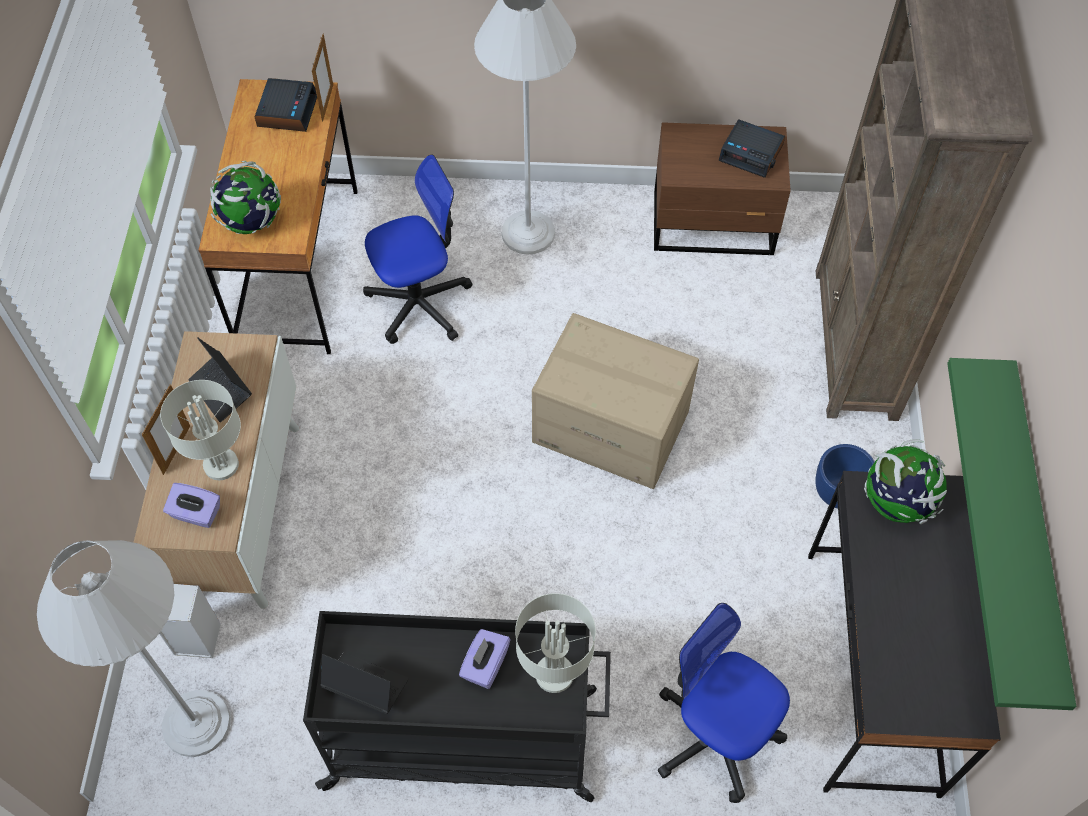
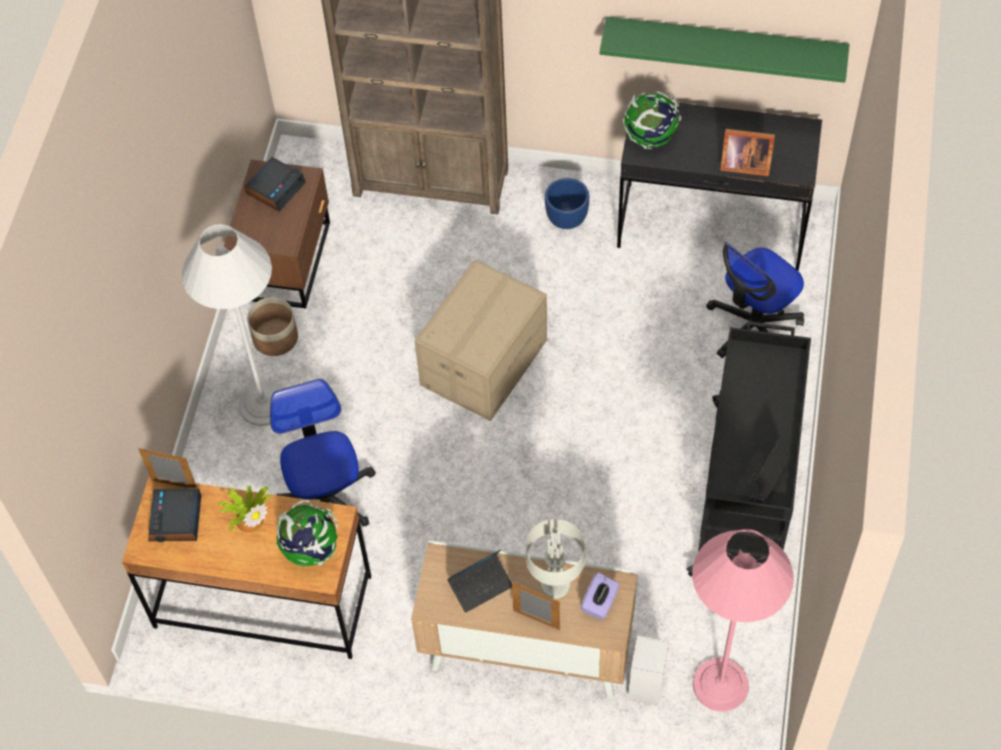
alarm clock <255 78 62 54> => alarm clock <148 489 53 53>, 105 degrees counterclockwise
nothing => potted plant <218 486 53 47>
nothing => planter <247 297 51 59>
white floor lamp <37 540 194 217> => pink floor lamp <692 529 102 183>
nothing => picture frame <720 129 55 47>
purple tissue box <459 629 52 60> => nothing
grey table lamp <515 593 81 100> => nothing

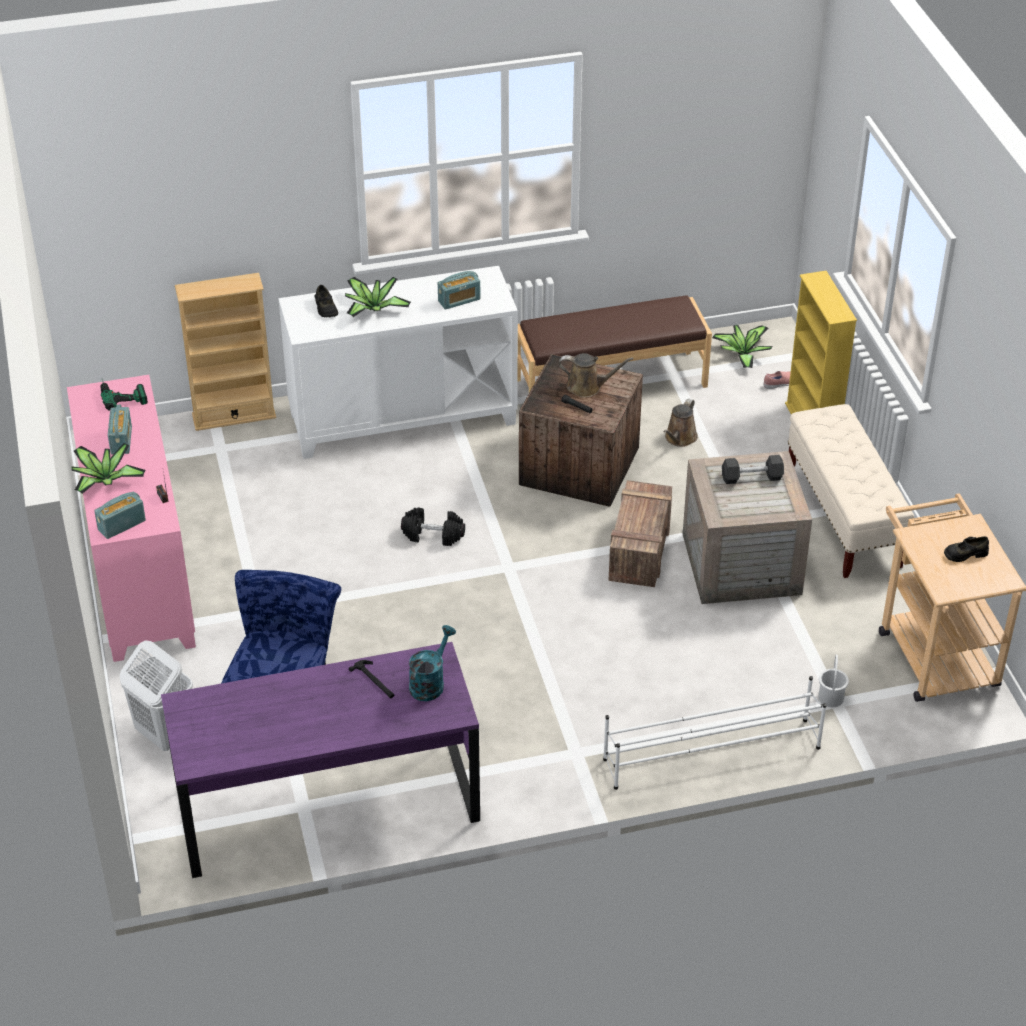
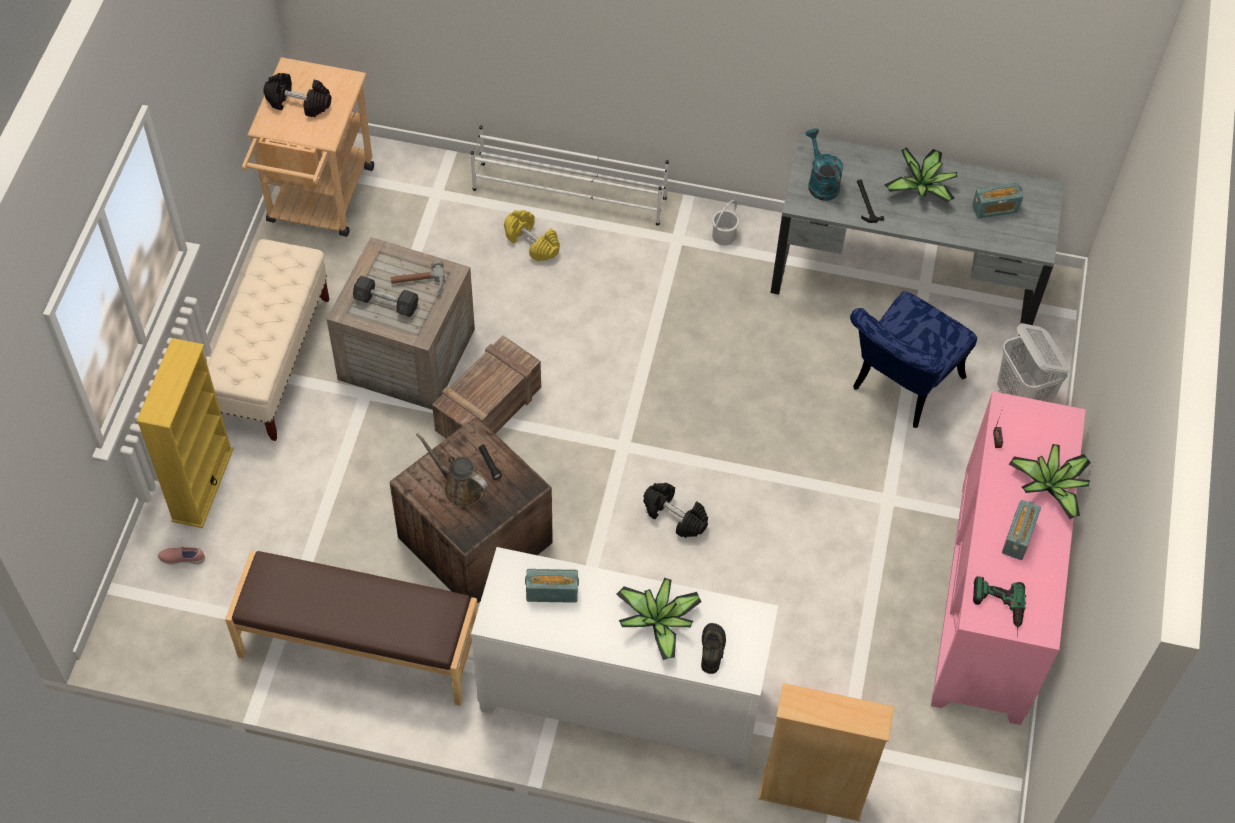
black shoe <944 536 45 26> => black dumbbell <263 73 68 44>
nothing => hammer <391 260 54 37>
nothing => yellow dumbbell <504 210 56 52>
white bucket <818 655 31 52> => white bucket <712 200 27 45>, shifted
purple desk <161 642 319 236> => grey desk <771 133 294 203>
turquoise watering can <409 625 47 76> => turquoise watering can <806 128 37 73>, 105 degrees clockwise
potted plant <712 325 61 43> => potted plant <884 147 73 56>, shifted
radio <94 492 52 47> => radio <972 183 52 36>, shifted
brown watering can <663 399 35 48> => nothing

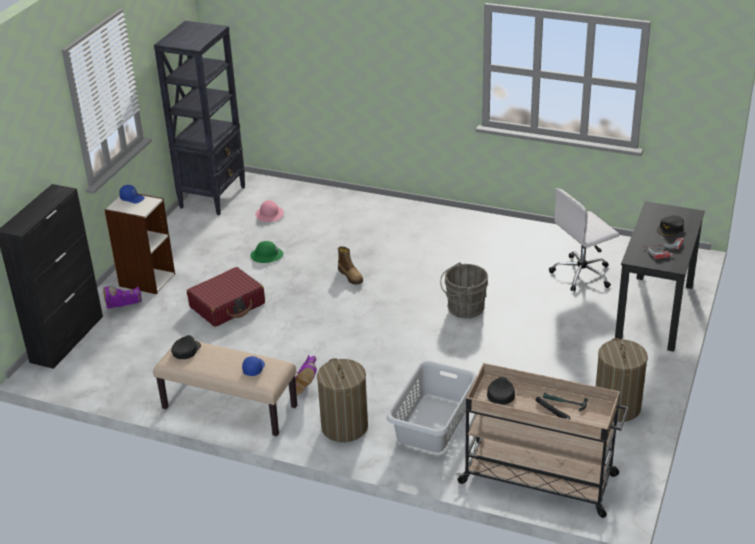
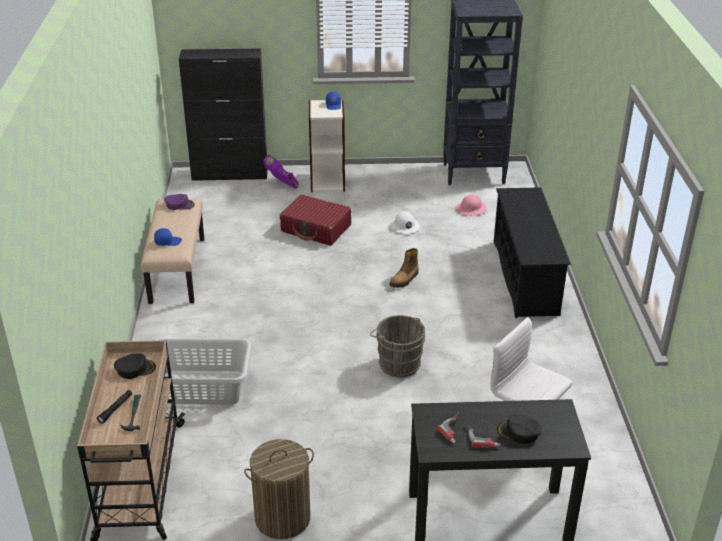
black cap <171 335 30 24> => purple cap <164 194 31 16>
green hard hat <250 241 34 22> => white hard hat <389 211 31 23>
nothing => black shoe rack <493 187 78 131>
purple boot <295 355 22 40> => nothing
laundry basket <317 358 51 84> => nothing

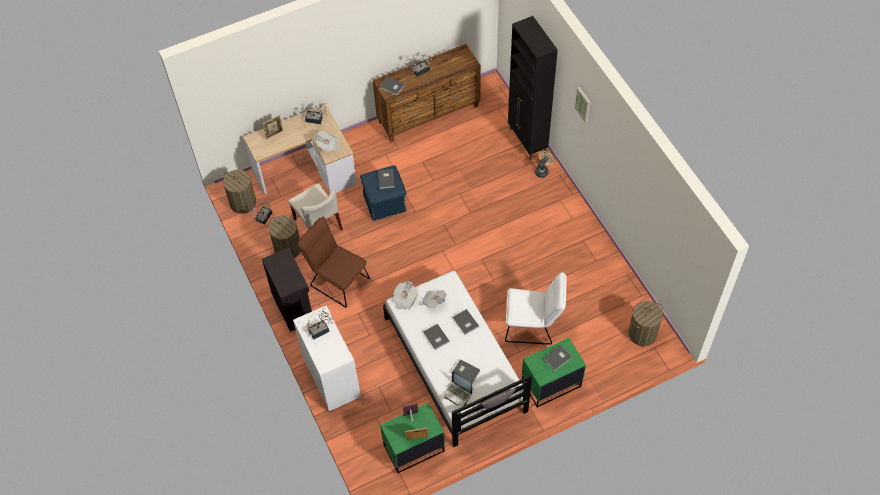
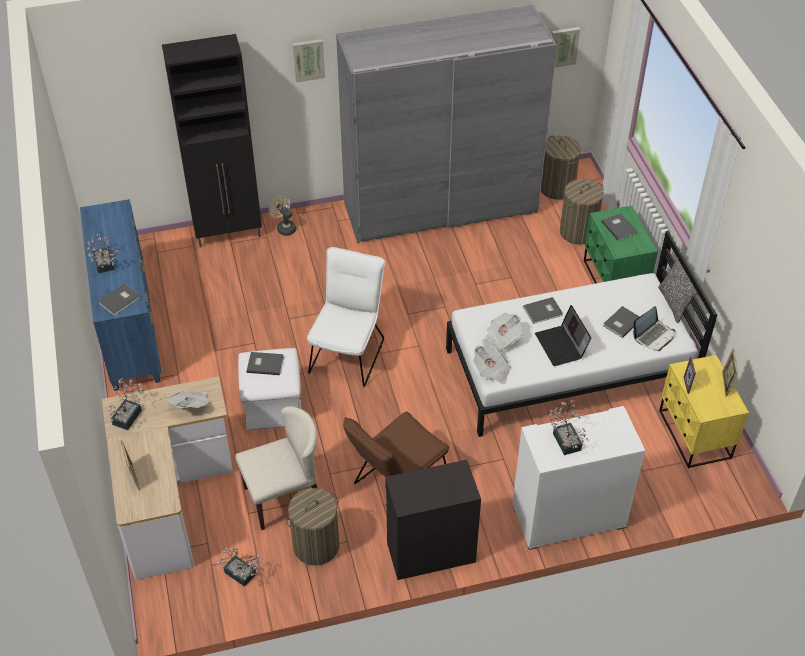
brown dresser <373 44 108 97> => blue dresser <80 199 82 192>
blue ottoman <360 165 47 56> => white ottoman <238 348 64 82>
white chair <505 272 62 73> => white chair <307 247 78 140>, shifted
nothing => grey wardrobe <336 5 221 239>
grey book <423 324 27 26> => laptop <535 305 56 61>
nothing => picture <551 27 29 41>
laundry basket <223 170 33 44> => laundry basket <560 179 44 66>, shifted
green nightstand <380 402 65 71> => yellow nightstand <659 355 90 114>

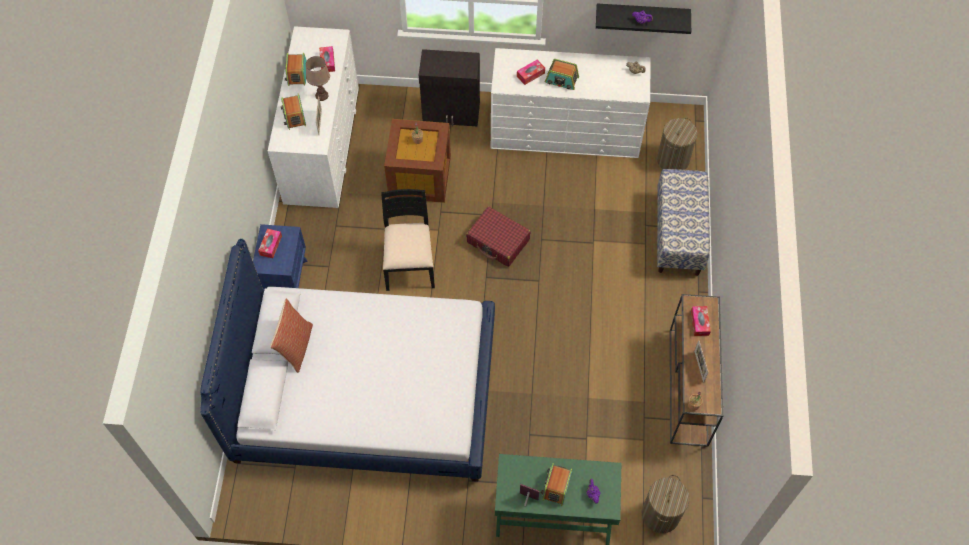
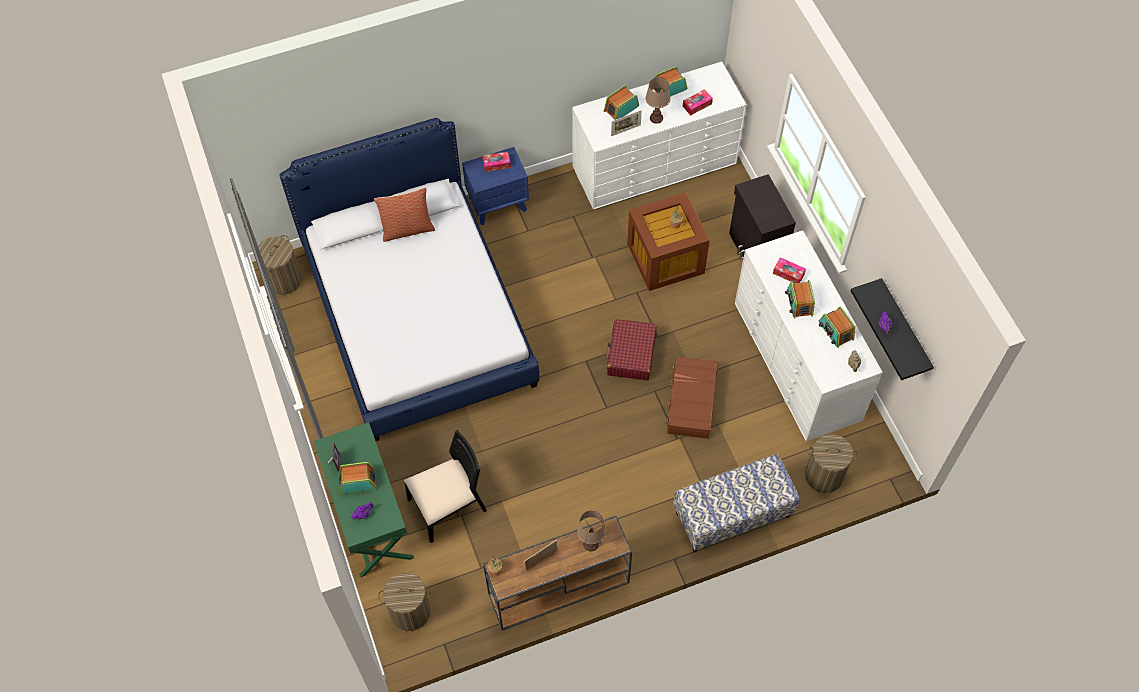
nothing => laundry basket <258 235 44 60>
black chair <381 189 54 102> => black chair <404 430 83 113>, shifted
tissue box <691 306 20 30> => brown table lamp <577 511 29 40>
nothing => brown suitcase <664 356 54 83>
nothing => radio <819 306 36 42>

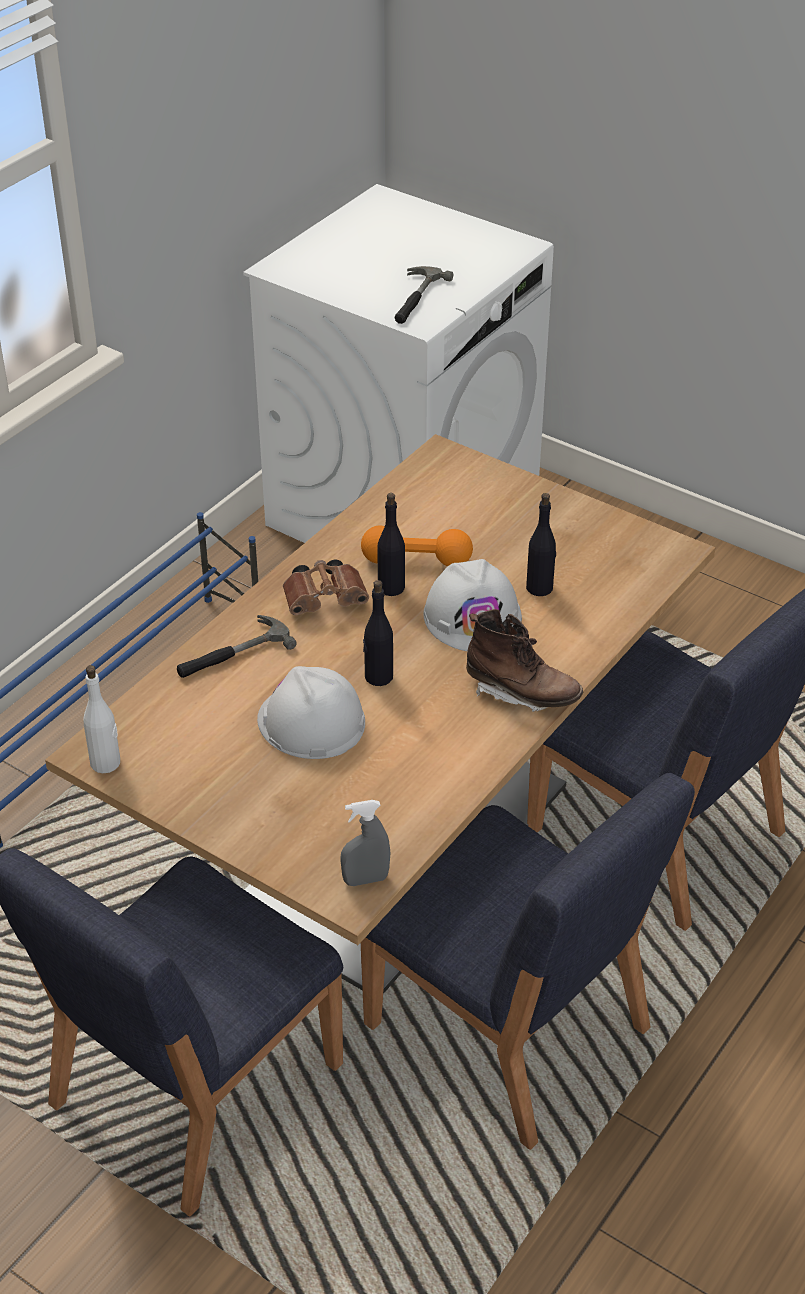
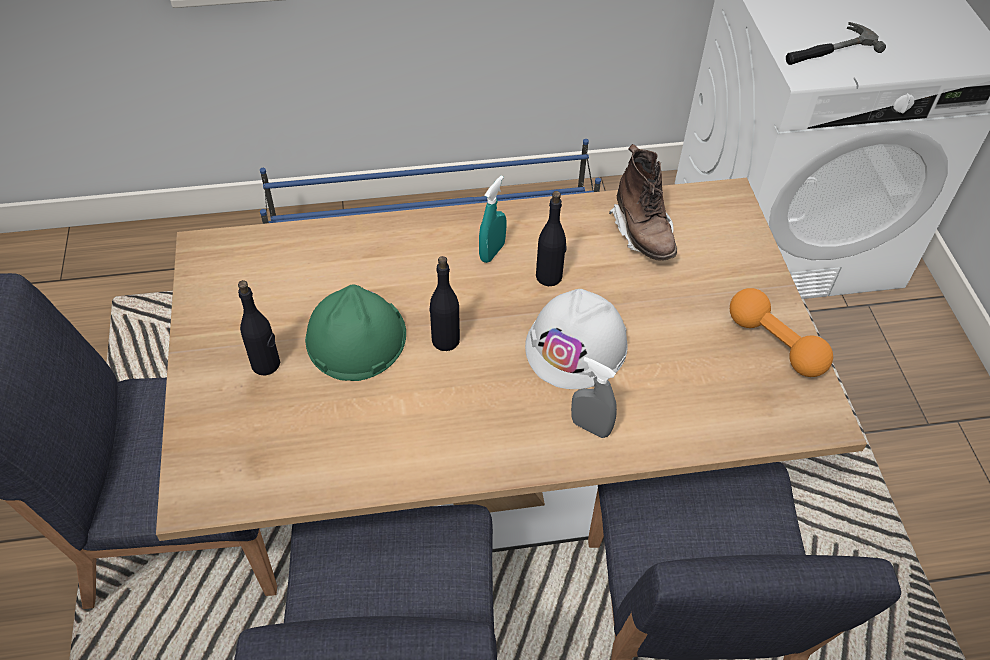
black bottle <526 493 30 103> => black bottle <238 280 42 96>, shifted
white hard hat <257 666 108 93> => green hard hat <305 284 101 97>
brown binoculars <283 560 86 55> => turquoise spray bottle <479 175 27 88>
grey spray bottle <340 800 50 86> => grey spray bottle <571 357 46 81>, shifted
brown boot <466 609 117 103> => brown boot <609 144 68 116>, shifted
orange dumbbell <361 526 112 40> => orange dumbbell <730 288 103 89>, shifted
white bottle <84 665 36 108> => nothing
hammer <177 615 120 63> => nothing

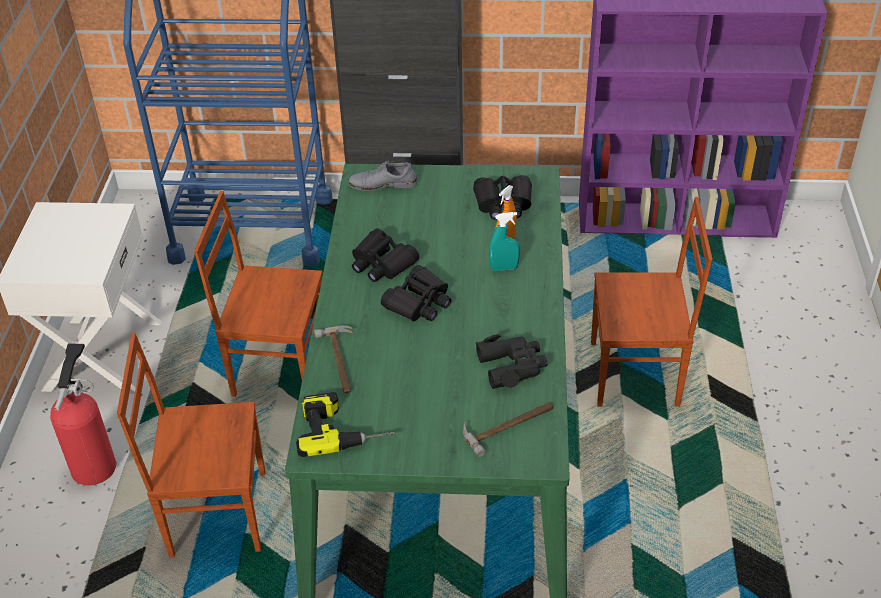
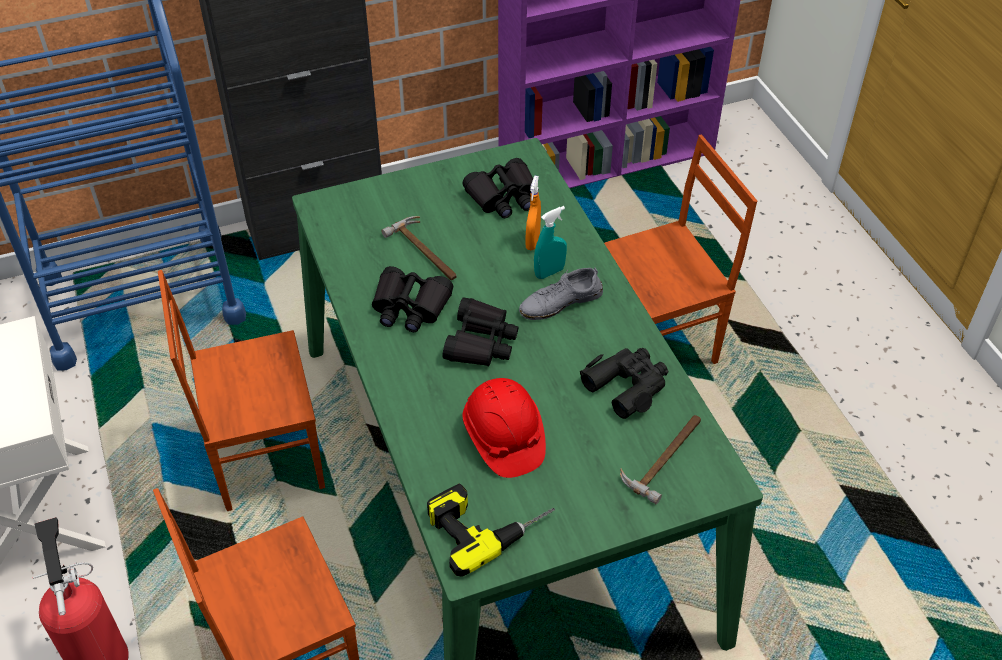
hammer <314 325 39 68> => hammer <381 216 76 64>, shifted
nothing => red hard hat <463 378 83 100>
grey shoe <348 160 70 31> => grey shoe <519 267 84 53>, shifted

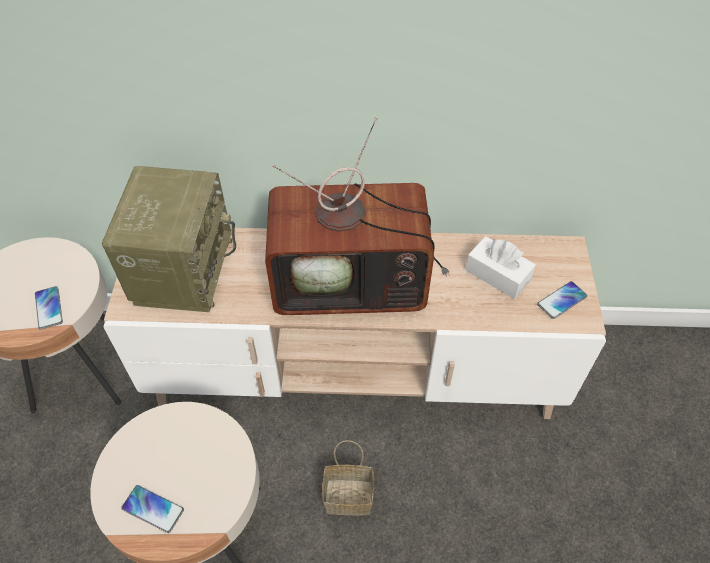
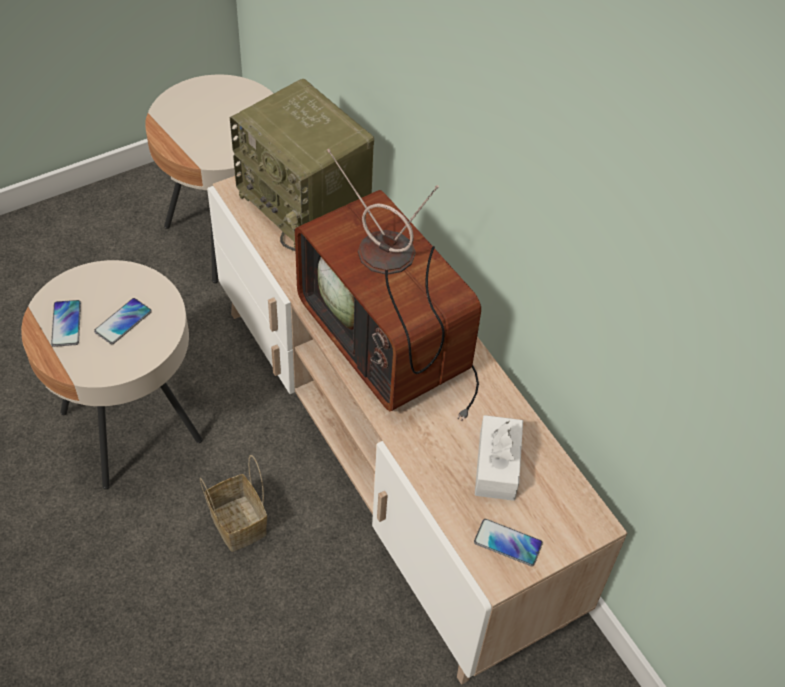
phone <35 286 28 44> => phone <94 298 58 46>, shifted
radio <102 166 134 146> => radio <230 79 144 172>, 75 degrees clockwise

